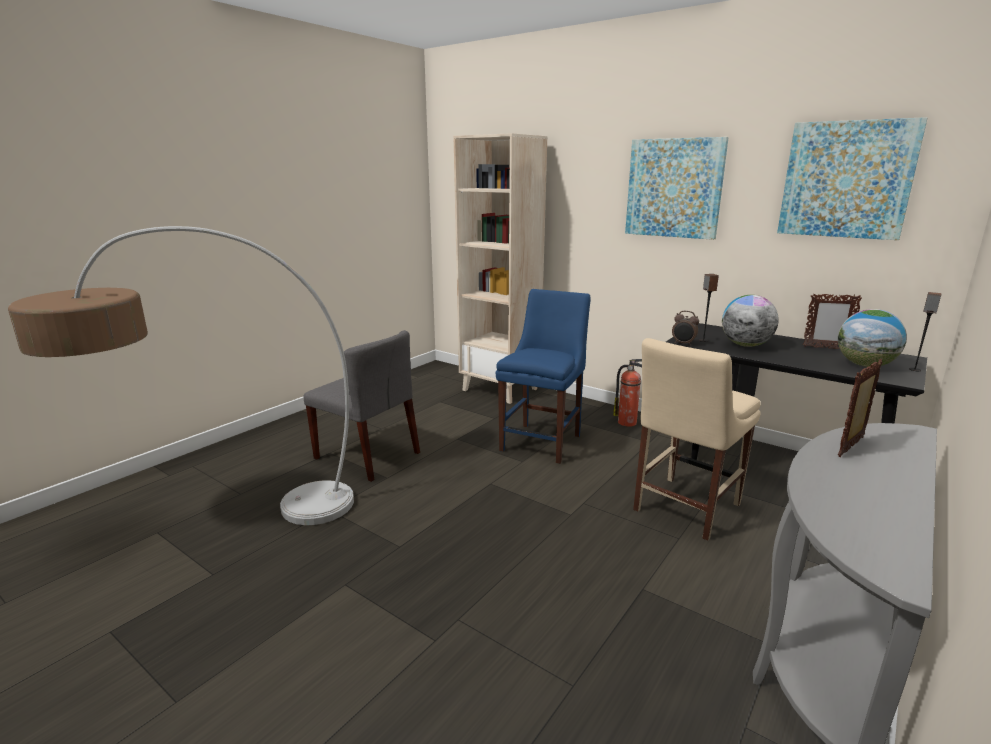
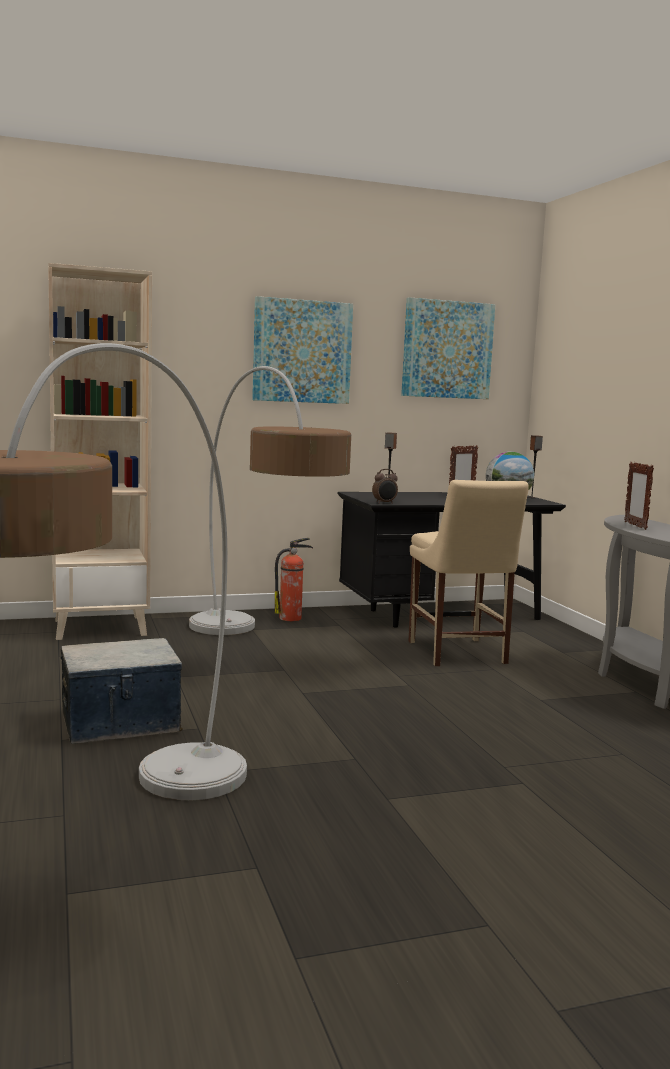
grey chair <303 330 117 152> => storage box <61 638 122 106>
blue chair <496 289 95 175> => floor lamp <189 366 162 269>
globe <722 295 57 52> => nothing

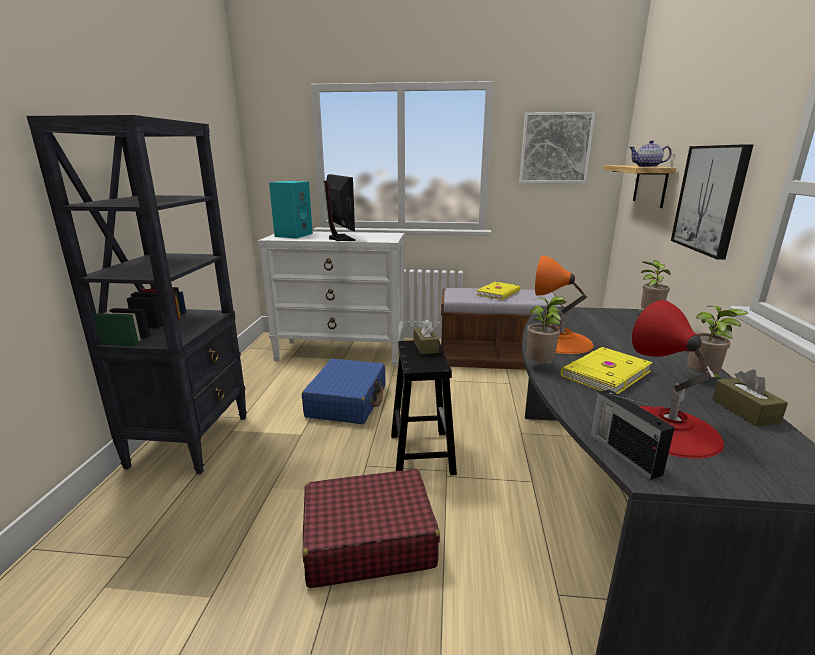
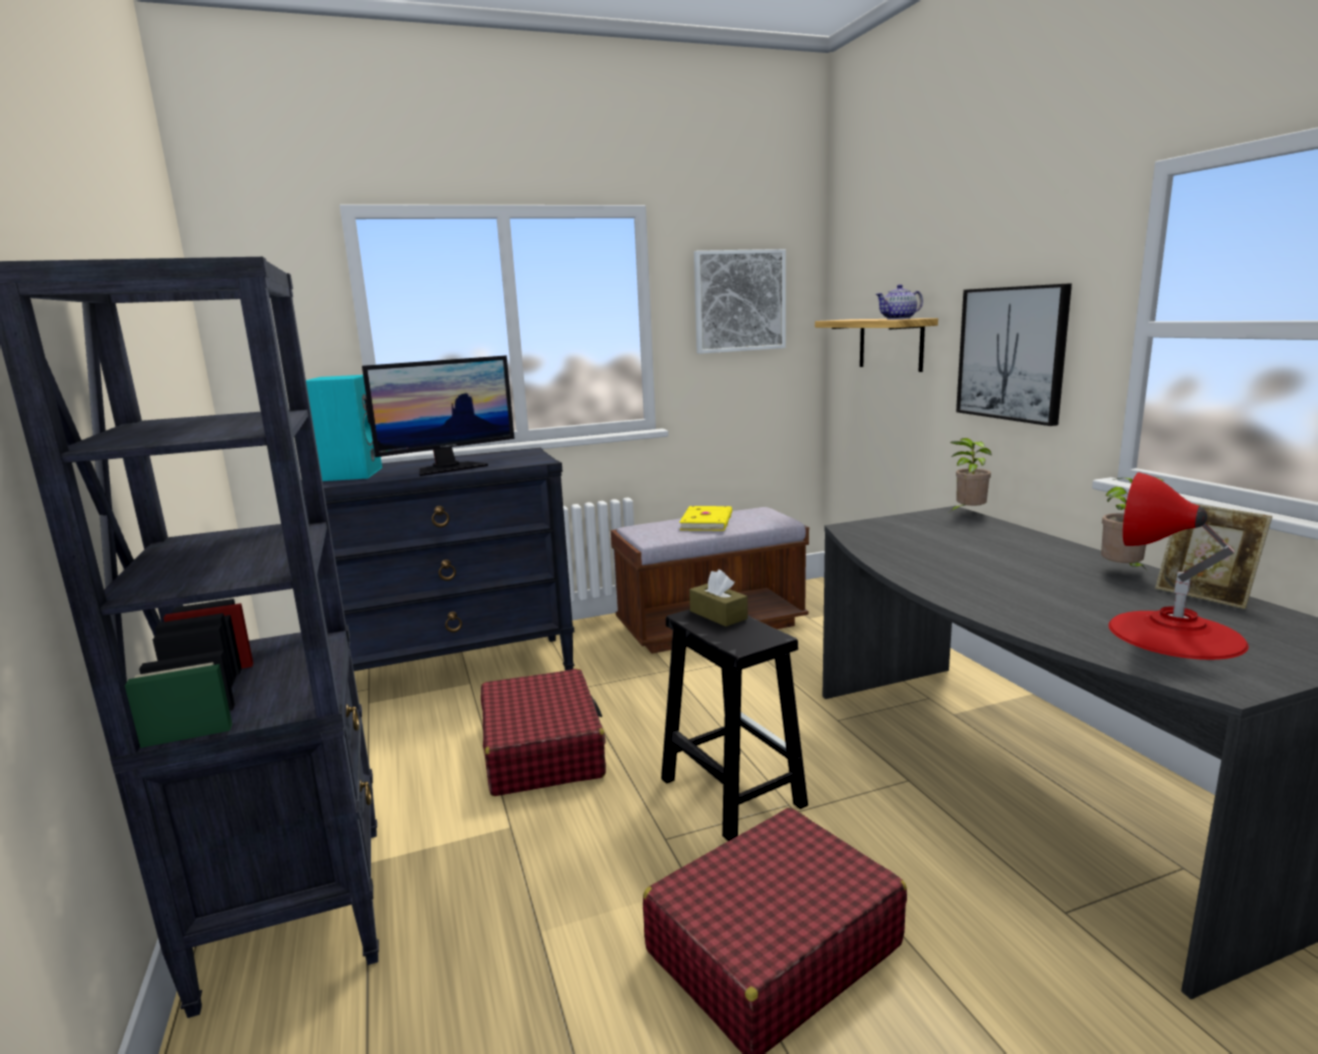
white dresser <258 231 147 135> => black dresser <301 448 273 223>
monitor <323 174 32 67> => monitor <362 355 153 121>, 105 degrees clockwise
blue suitcase <302 359 83 65> => red suitcase <481 669 125 127>
brown tissue box <712 370 76 57> => picture frame <1155 503 117 106>
potted plant <527 296 39 67> => nothing
orange table lamp <535 255 59 99> => nothing
yellow book <561 347 92 47> => nothing
radio <590 389 85 91> => nothing

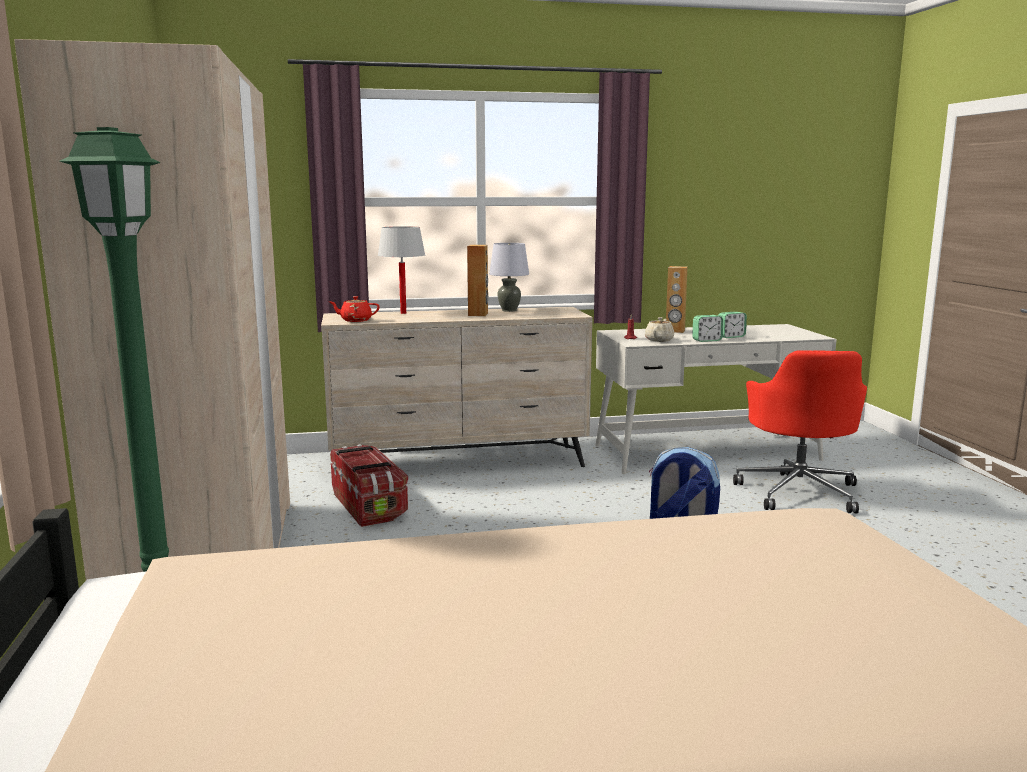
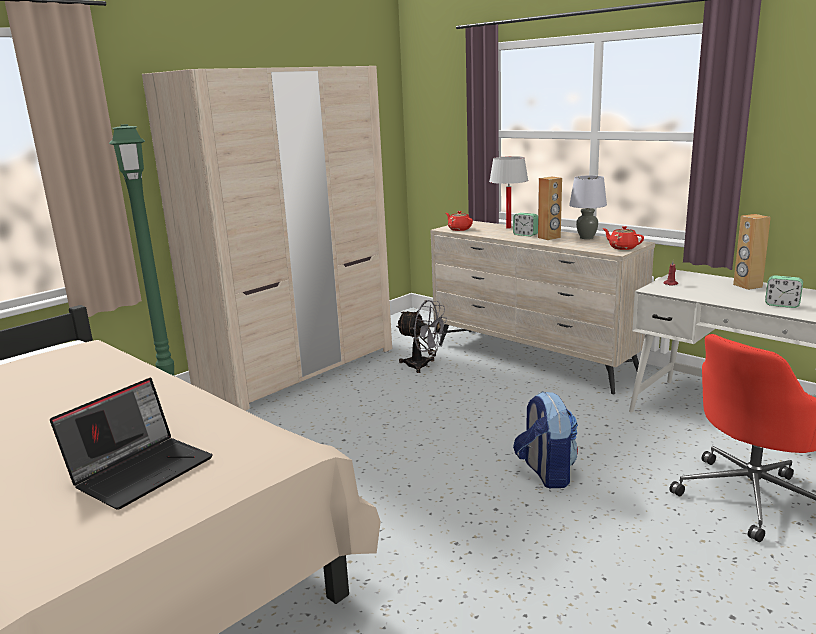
nothing => laptop <50 378 163 132>
storage box <330 444 78 83> => grey fan <396 300 52 73>
alarm clock <692 315 31 27> => alarm clock <513 213 25 24>, shifted
nothing => red teapot <603 226 41 24>
beige teapot <645 317 29 25> => nothing

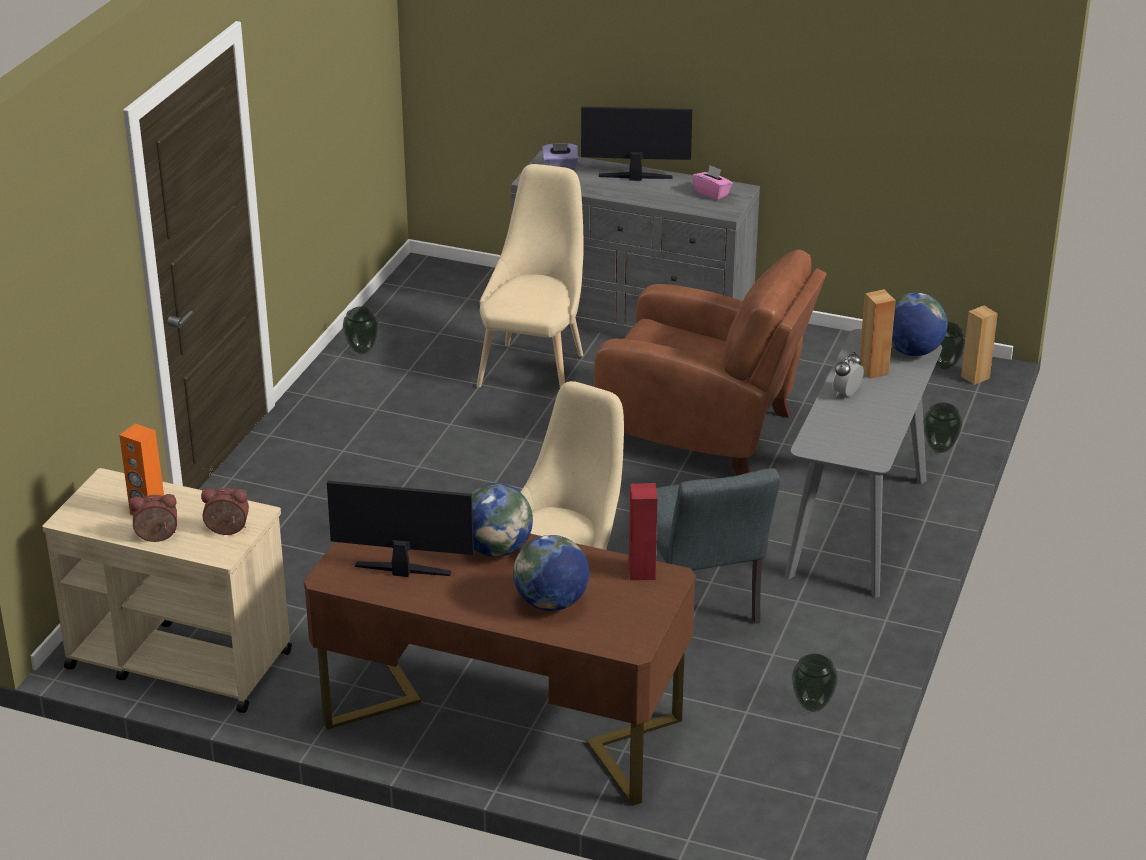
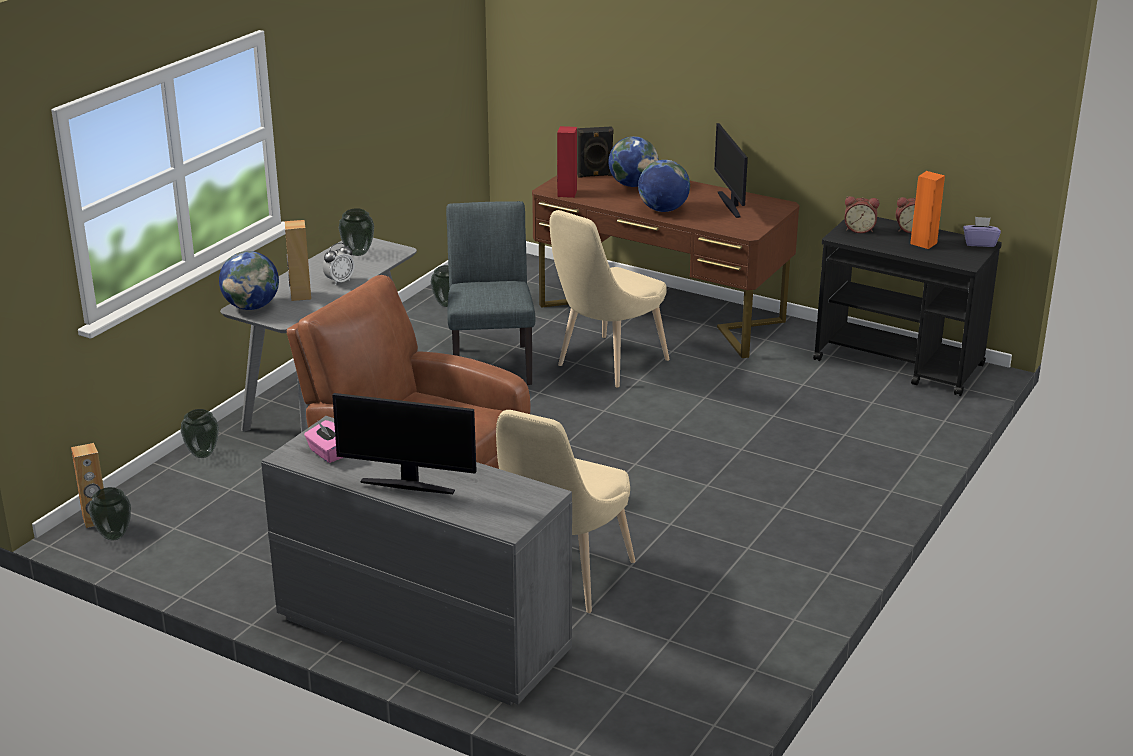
vase <343 307 36 47> => vase <339 208 35 48>, shifted
nothing => black speaker <577 126 37 52>
monitor <327 481 147 96> => monitor <714 123 34 95>, 60 degrees clockwise
beige cart <43 468 249 245> => black cart <813 217 189 179>
purple tissue box <542 143 36 27> => purple tissue box <963 217 38 30>, shifted

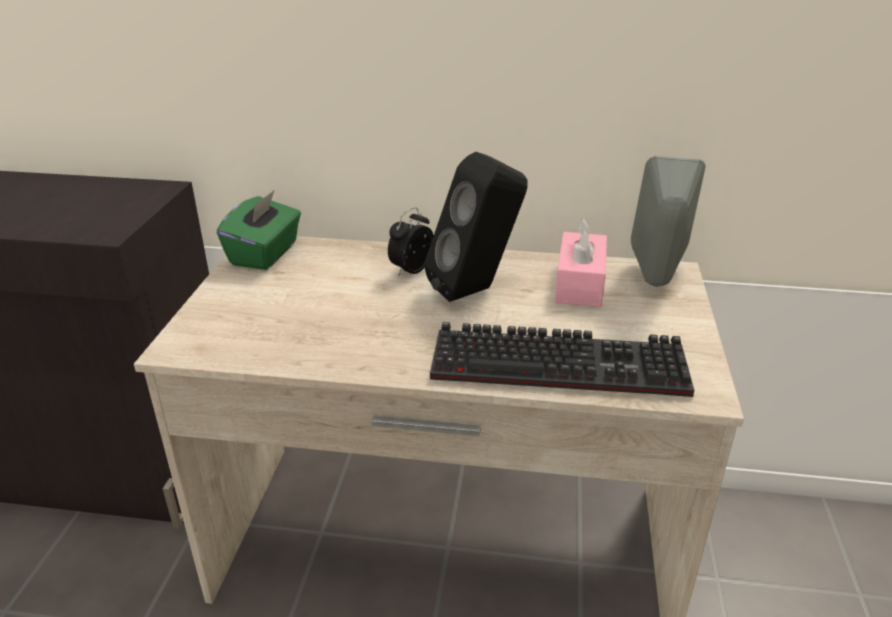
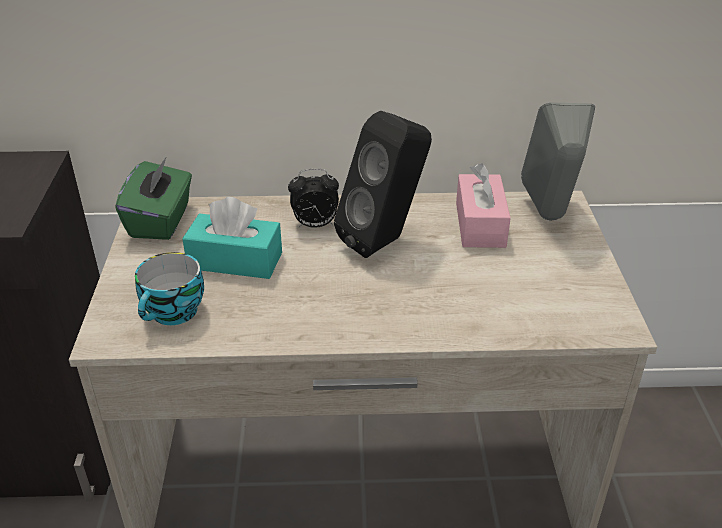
nothing => cup <135 252 69 73>
nothing => turquoise tissue box <182 197 100 82>
alarm clock <388 208 46 69> => alarm clock <288 169 51 59>, 120 degrees counterclockwise
keyboard <430 322 264 75> => nothing

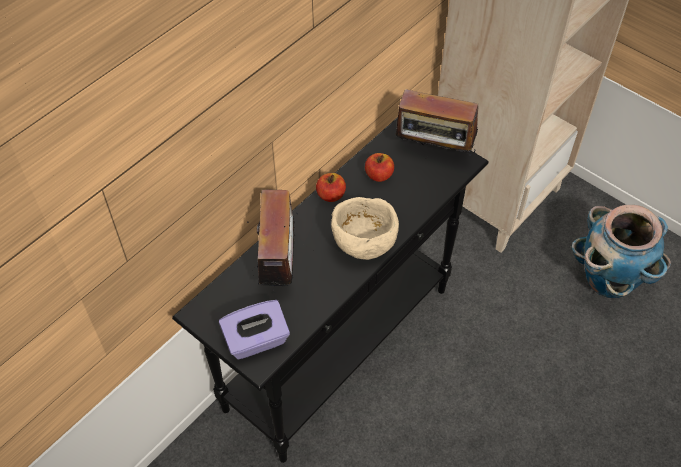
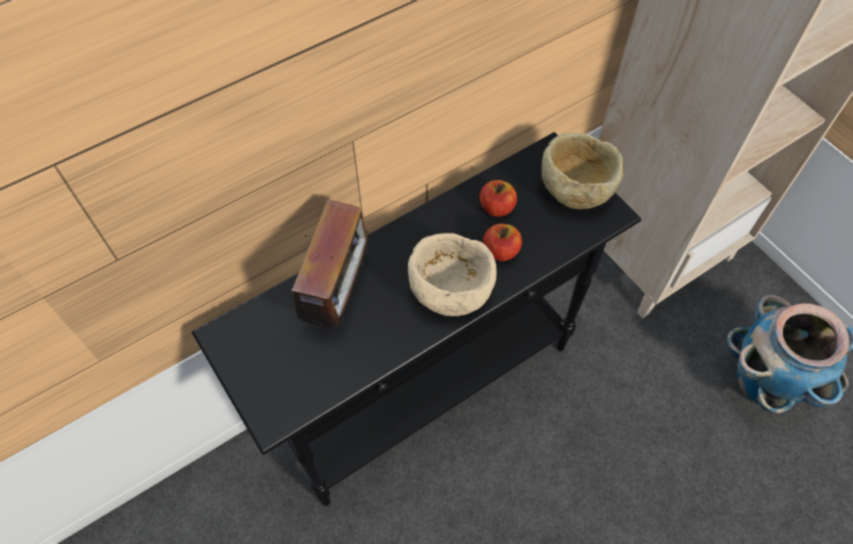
apple <316 173 30 29> => apple <483 224 39 37>, shifted
radio <395 89 83 66> => beige bowl <542 133 82 76>
purple tissue box <219 300 71 59> => nothing

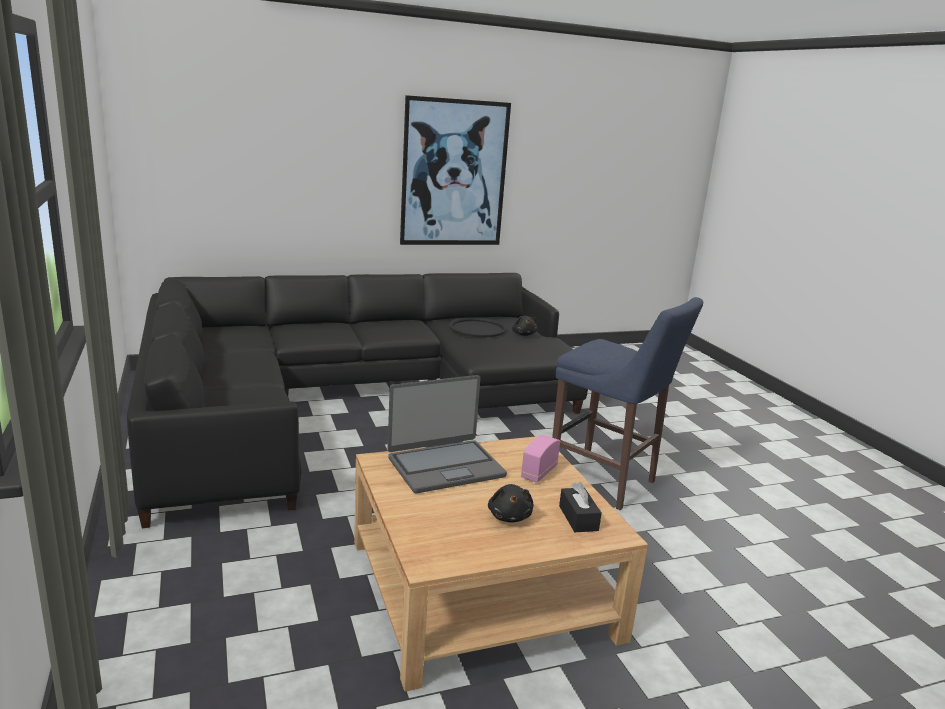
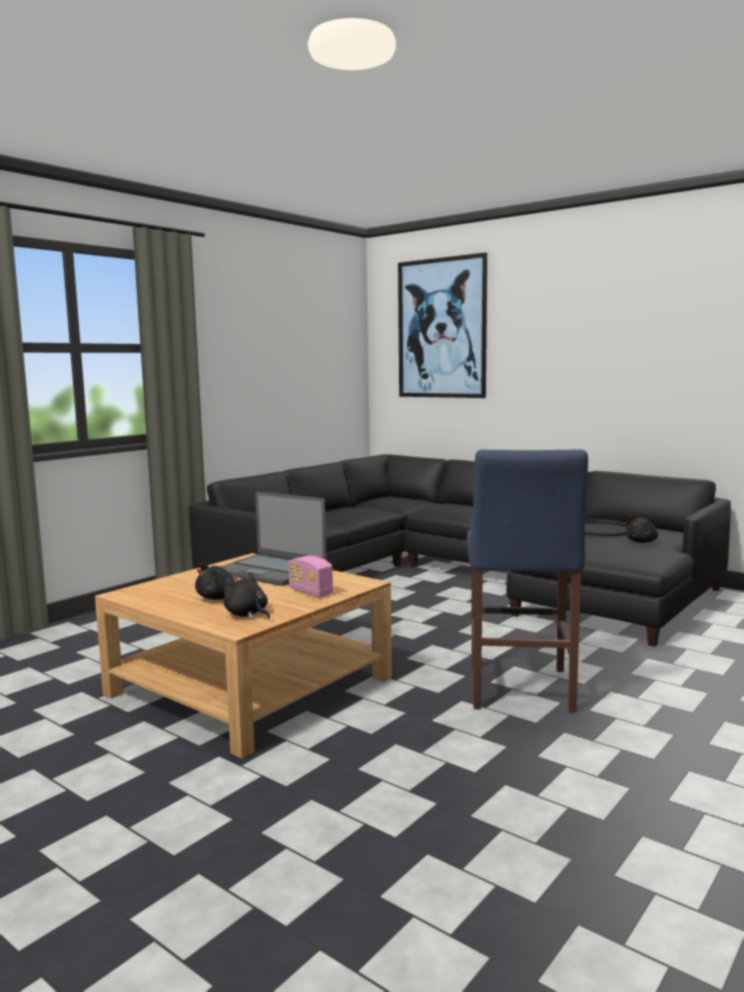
black tissue box <559 482 43 50> => black plush toy <223 572 47 47>
radio <521 435 39 48> => radio <289 556 44 41>, 135 degrees counterclockwise
picture <400 95 111 150> => picture <398 252 89 146>, shifted

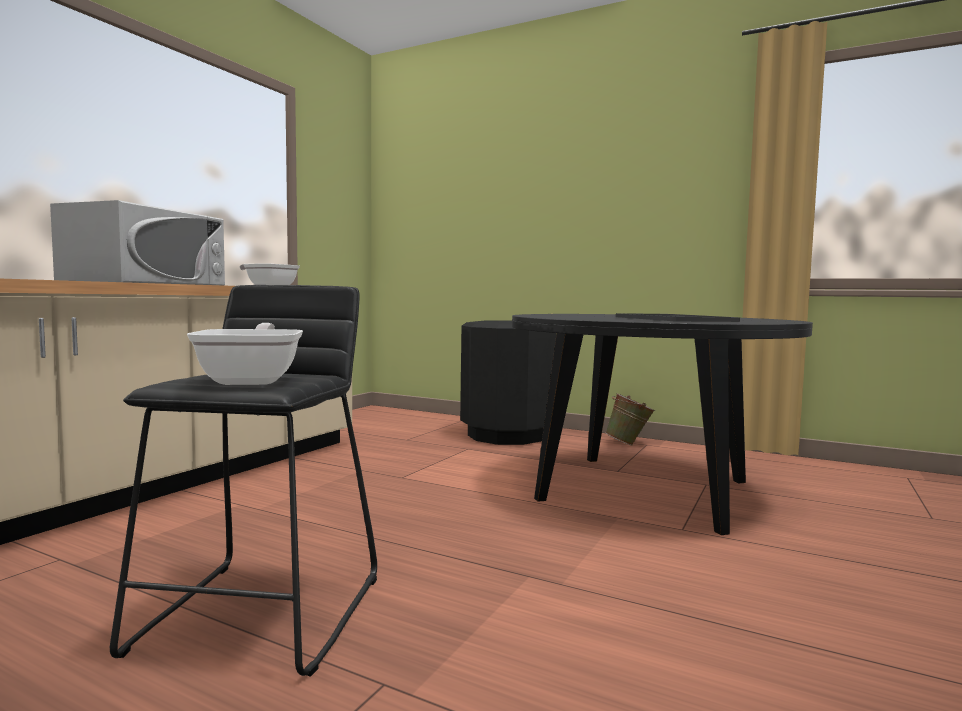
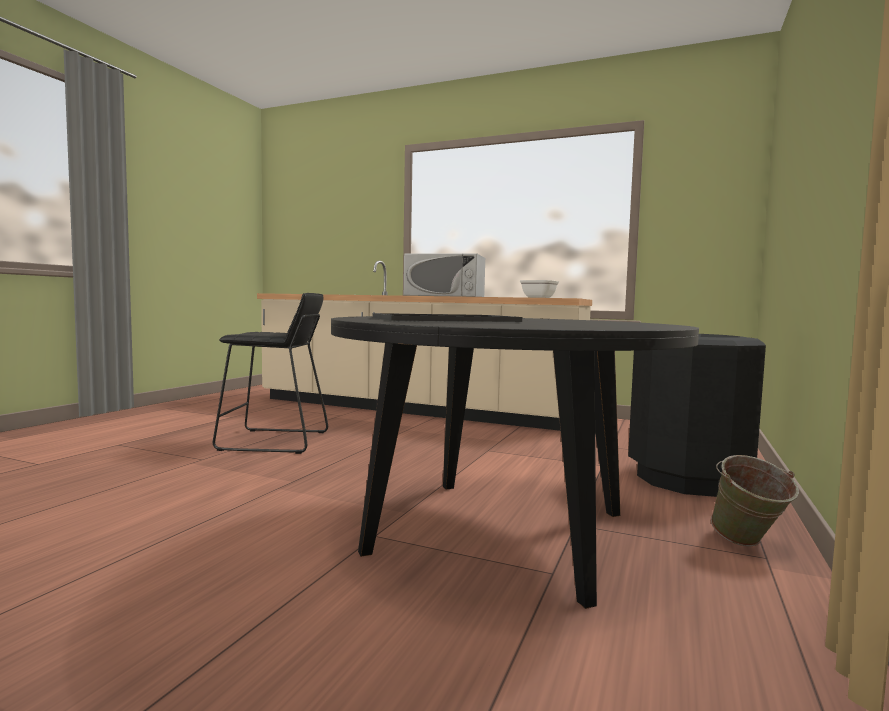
frying pan <187 323 116 62> => nothing

